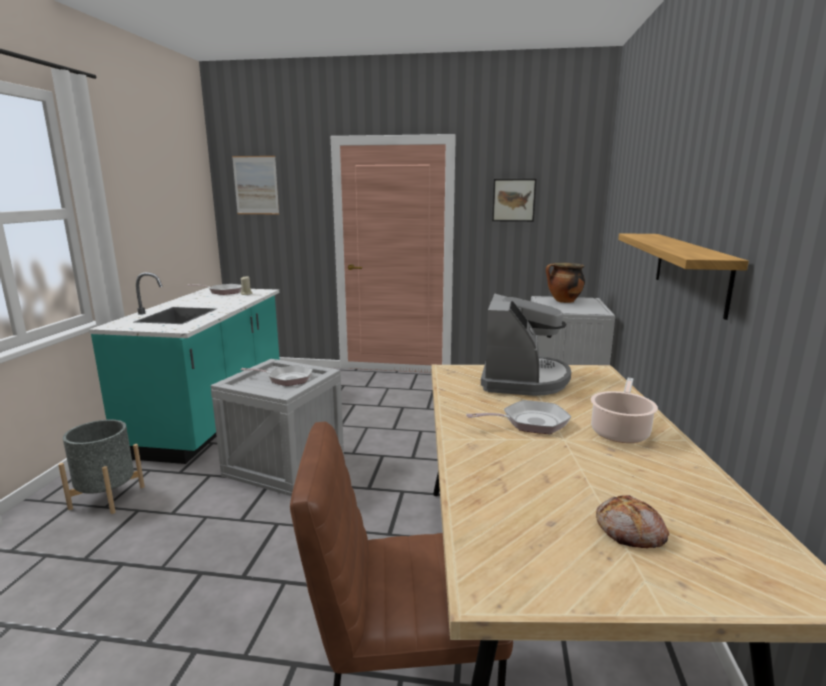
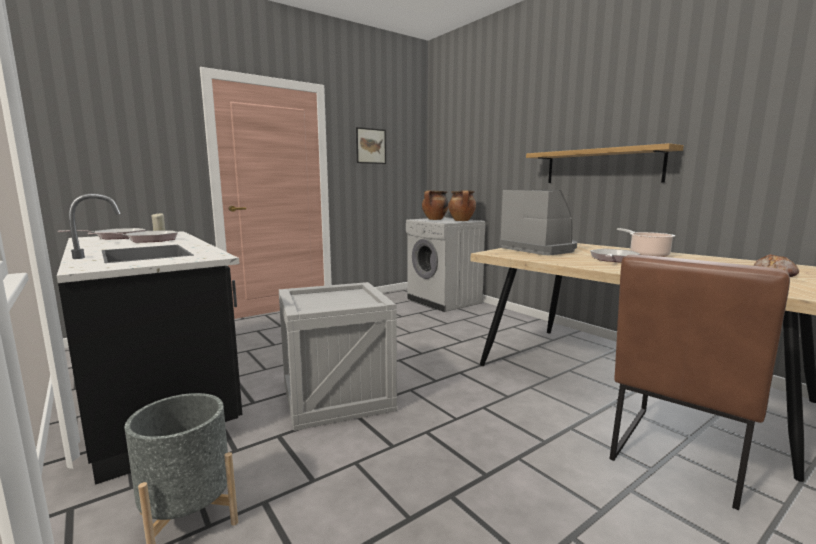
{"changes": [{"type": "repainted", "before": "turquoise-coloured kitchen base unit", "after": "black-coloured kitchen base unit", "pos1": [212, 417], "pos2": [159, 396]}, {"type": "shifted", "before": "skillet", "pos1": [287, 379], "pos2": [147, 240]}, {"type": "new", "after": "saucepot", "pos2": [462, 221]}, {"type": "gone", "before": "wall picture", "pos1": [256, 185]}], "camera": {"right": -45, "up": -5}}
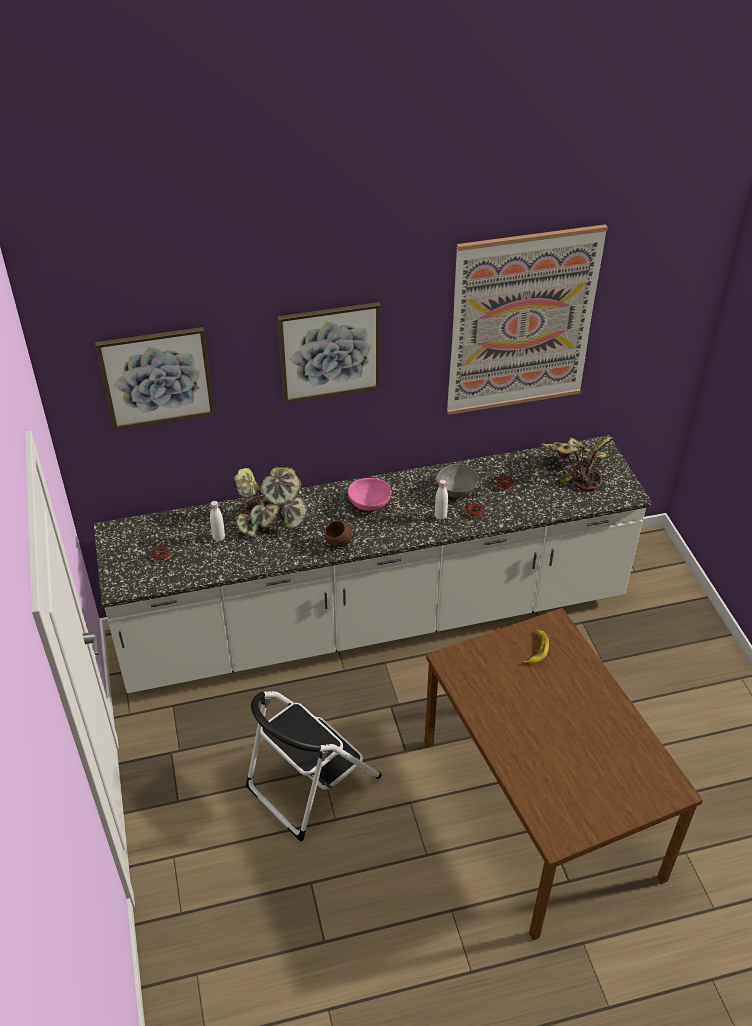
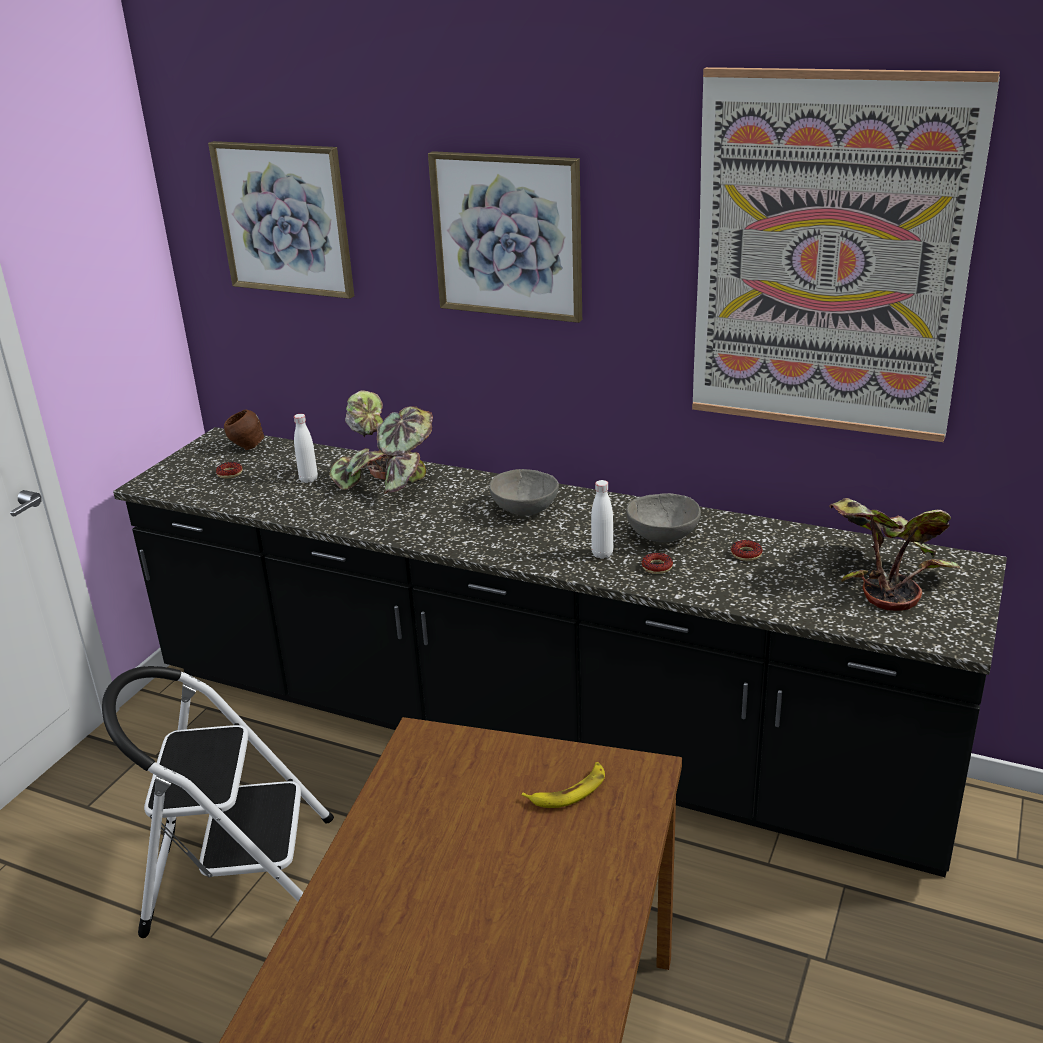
{"changes": [{"type": "repainted", "before": "white kitchen base unit", "after": "black-coloured kitchen base unit", "pos1": [375, 621], "pos2": [531, 734]}, {"type": "shifted", "before": "brown bowl", "pos1": [339, 544], "pos2": [247, 447]}, {"type": "repainted", "before": "pinkish bowl", "after": "grey bowl", "pos1": [368, 504], "pos2": [523, 509]}], "camera": {"right": 40, "up": -15}}
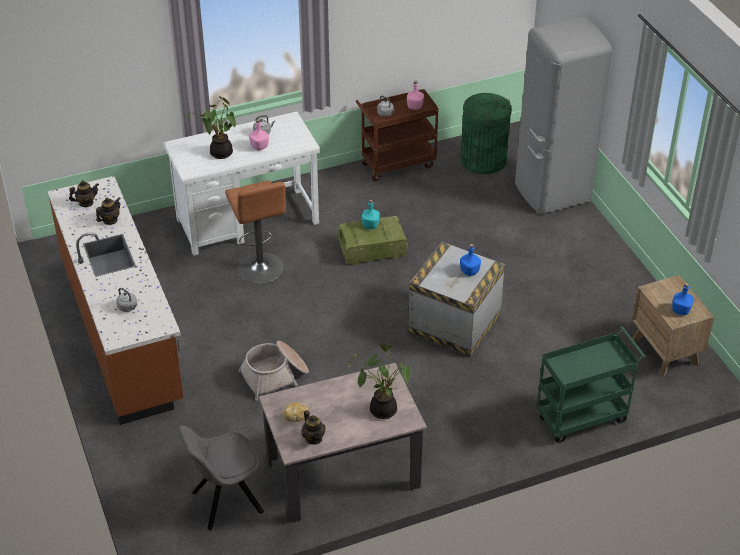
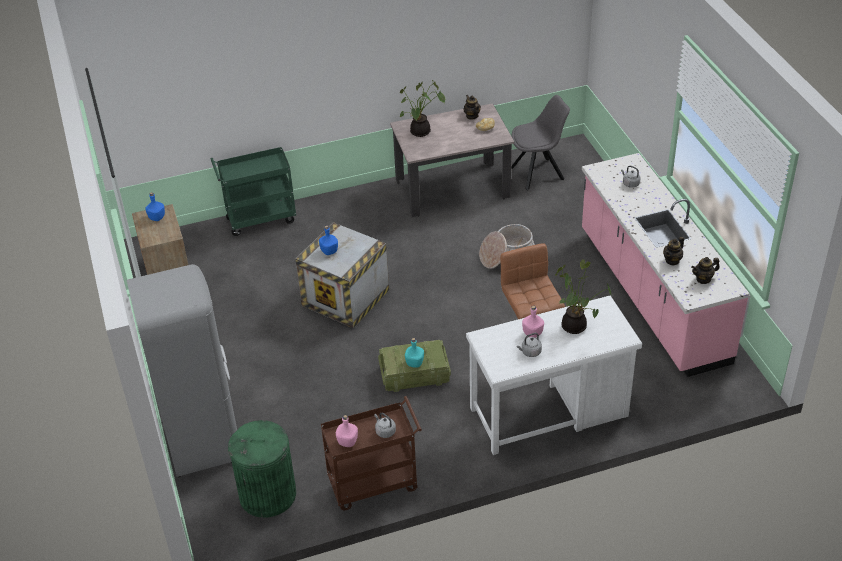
{"changes": [{"type": "repainted", "before": "brown kitchen base unit", "after": "pinkish kitchen base unit", "pos1": [122, 331], "pos2": [651, 296]}], "camera": {"right": -175, "up": 0}}
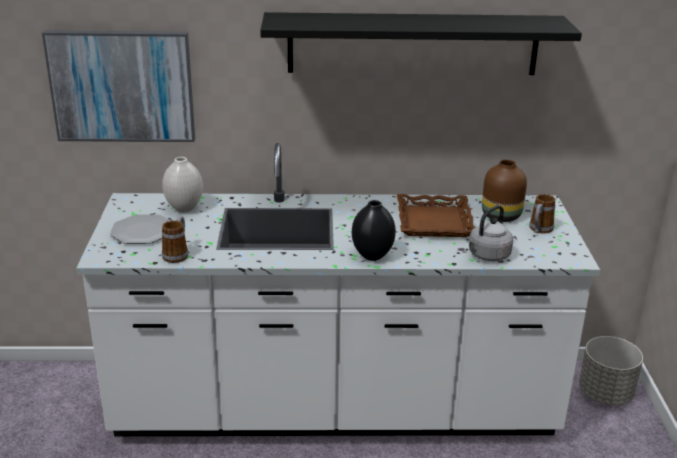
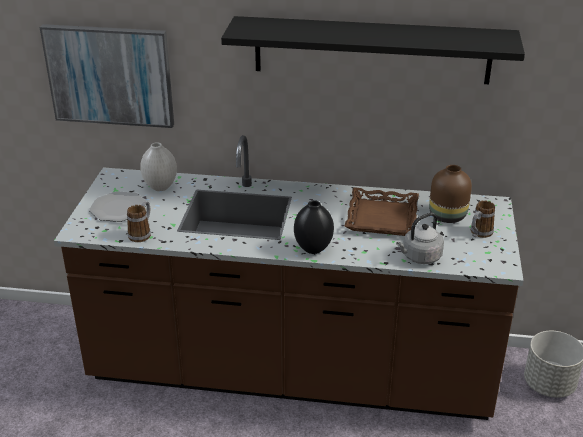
{"changes": [{"type": "repainted", "before": "white kitchen base unit", "after": "brown kitchen base unit", "pos1": [334, 408], "pos2": [291, 372]}], "camera": {"right": 10, "up": 5}}
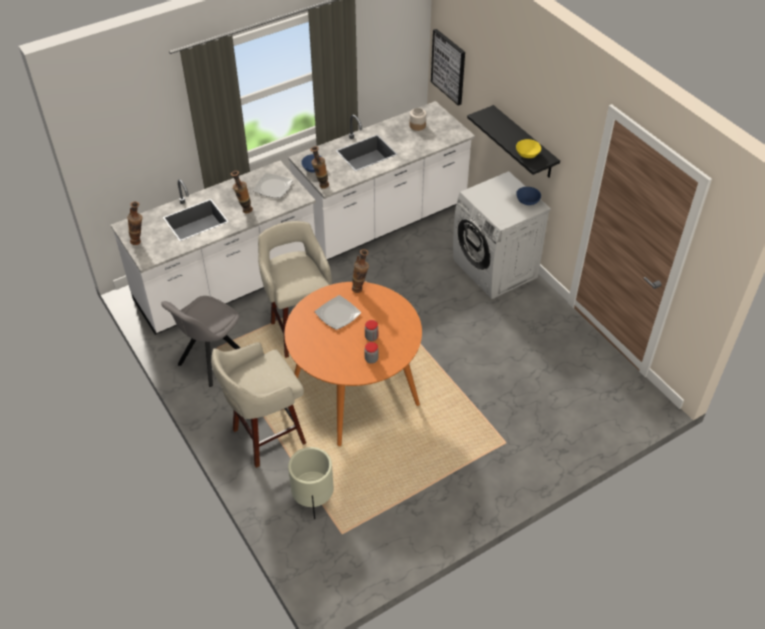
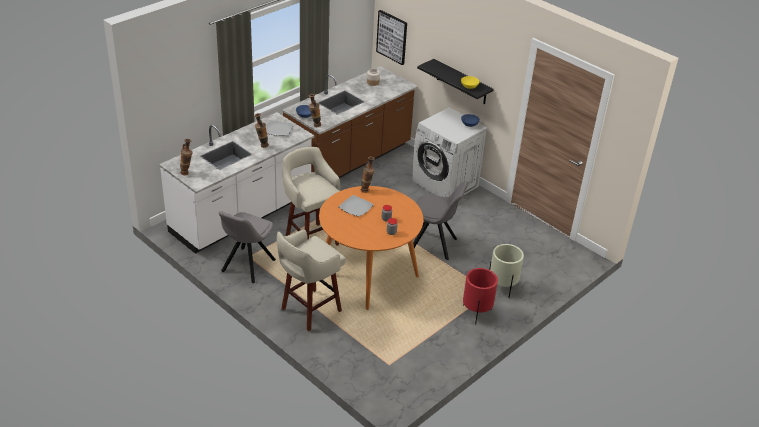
{"changes": [{"type": "repainted", "before": "white kitchen base unit", "after": "brown kitchen base unit", "pos1": [382, 220], "pos2": [349, 160]}, {"type": "new", "after": "grey chair", "pos2": [433, 244]}, {"type": "new", "after": "red-coloured plant pot", "pos2": [476, 313]}, {"type": "shifted", "before": "beige plant pot", "pos1": [313, 500], "pos2": [502, 288]}], "camera": {"right": -15, "up": -10}}
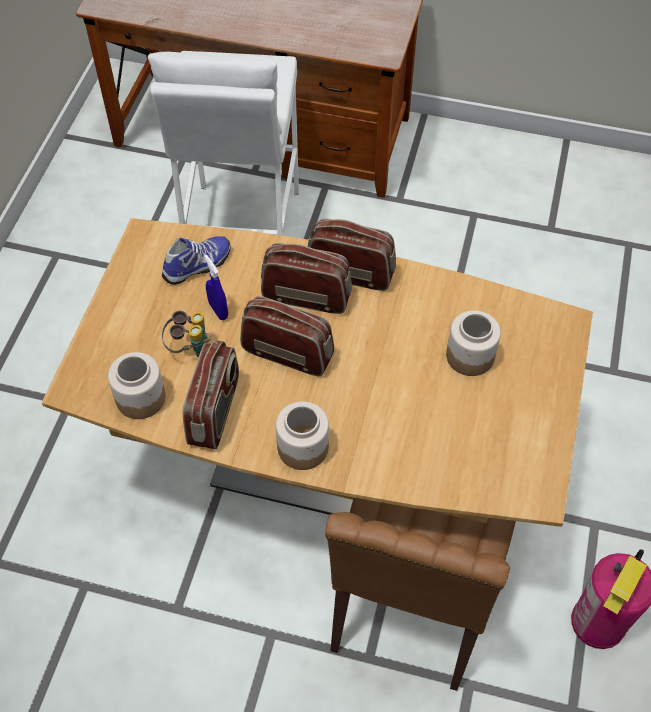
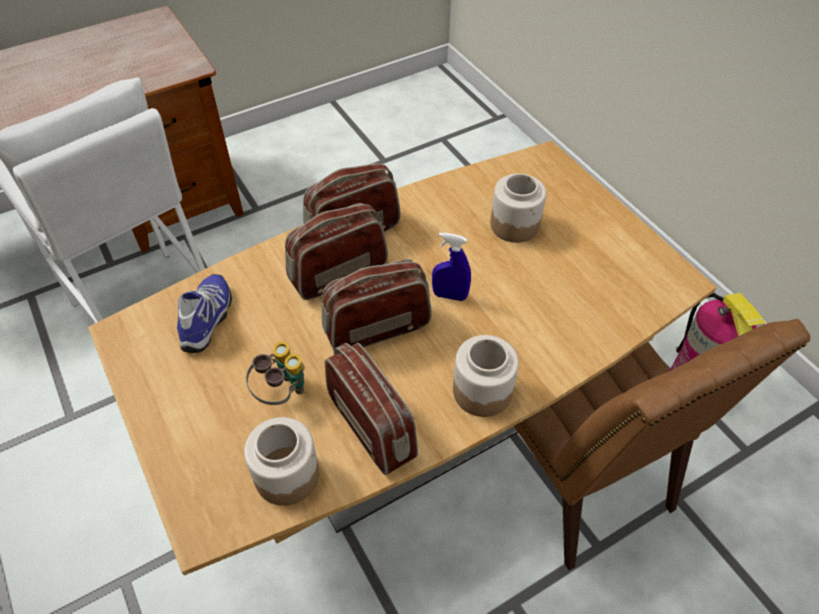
{"changes": [{"type": "shifted", "before": "blue-coloured sprayer", "pos1": [218, 310], "pos2": [450, 295]}], "camera": {"right": -45, "up": -5}}
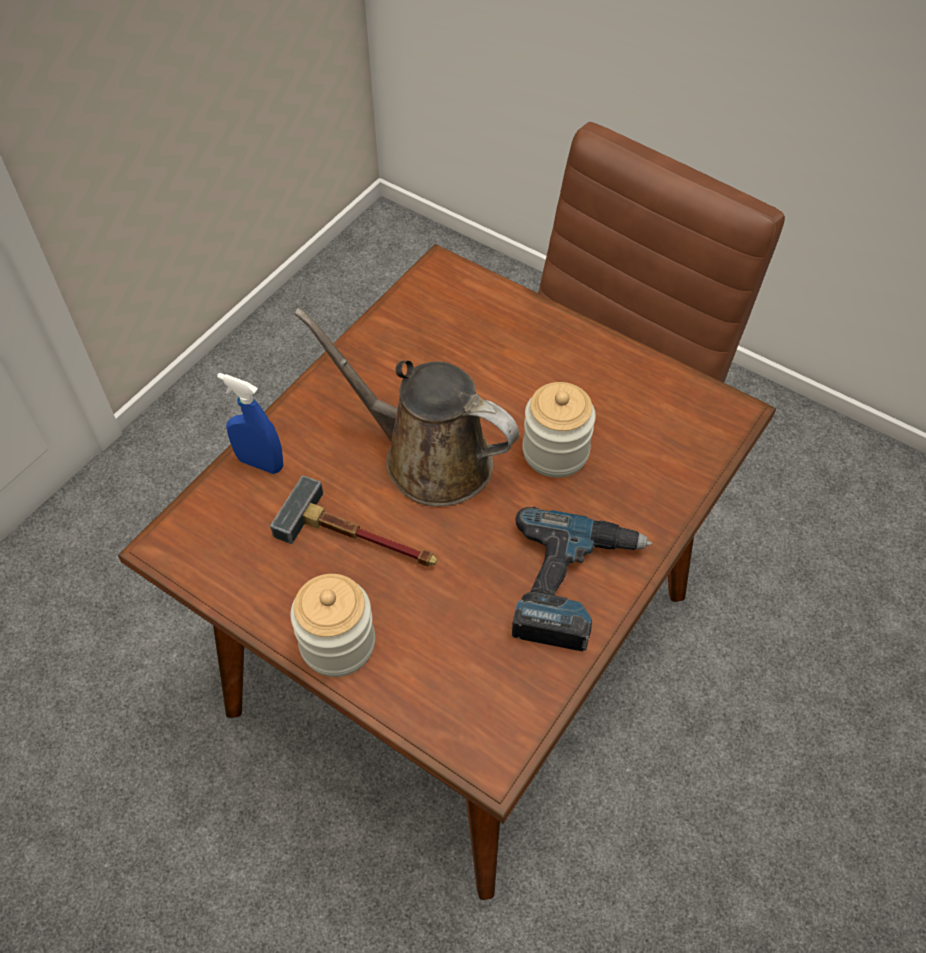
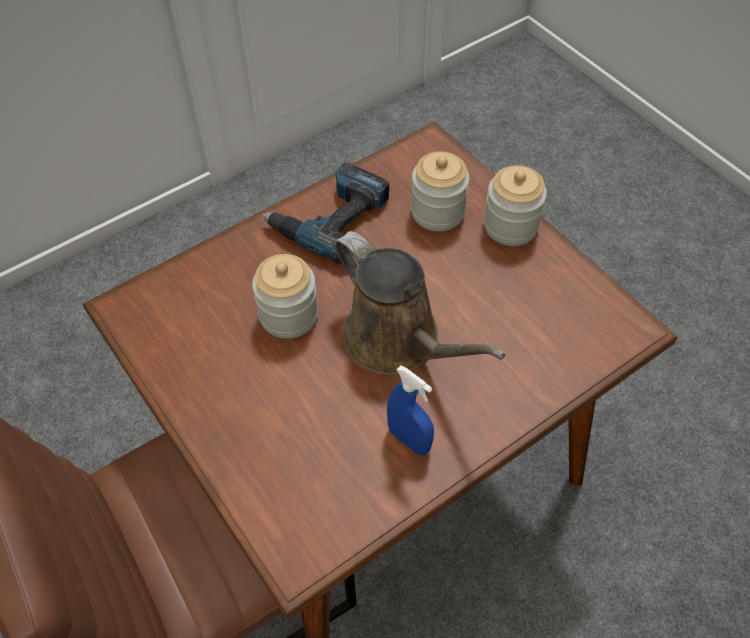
{"changes": [{"type": "shifted", "before": "blue-coloured sprayer", "pos1": [260, 463], "pos2": [409, 439]}, {"type": "new", "after": "jar", "pos2": [437, 212]}, {"type": "gone", "before": "hand hammer", "pos1": [361, 539]}], "camera": {"right": -160, "up": 0}}
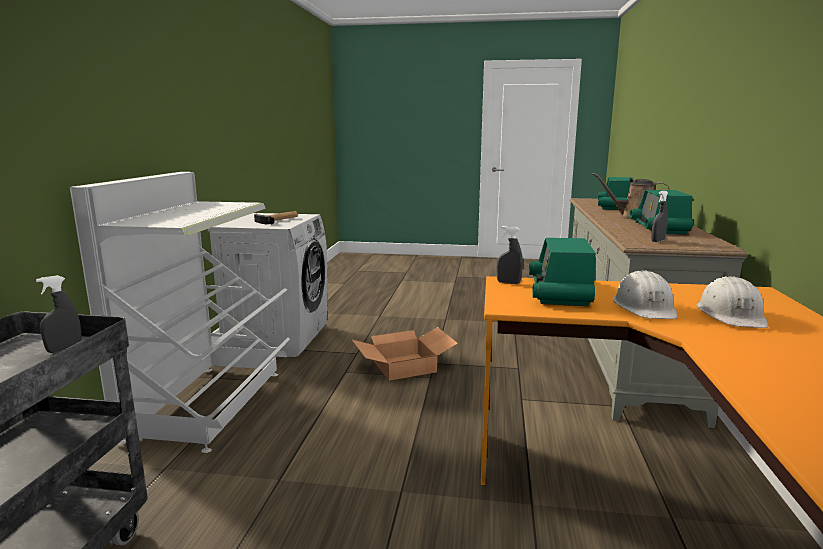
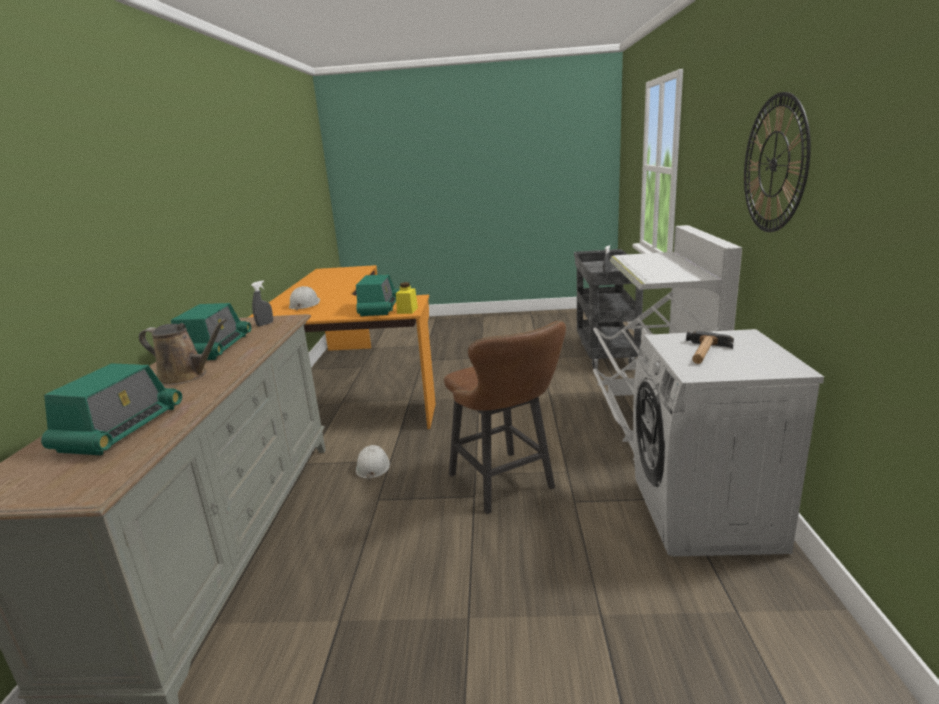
{"changes": [{"type": "shifted", "before": "white safety helmet", "pos1": [644, 307], "pos2": [373, 466]}, {"type": "swapped", "before": "grey sprayer", "after": "yellow-coloured jar", "pos1": [508, 283], "pos2": [407, 310]}, {"type": "swapped", "before": "packing box", "after": "brown stool seat", "pos1": [404, 366], "pos2": [507, 487]}, {"type": "new", "after": "wall clock", "pos2": [774, 164]}], "camera": {"right": 175, "up": 5}}
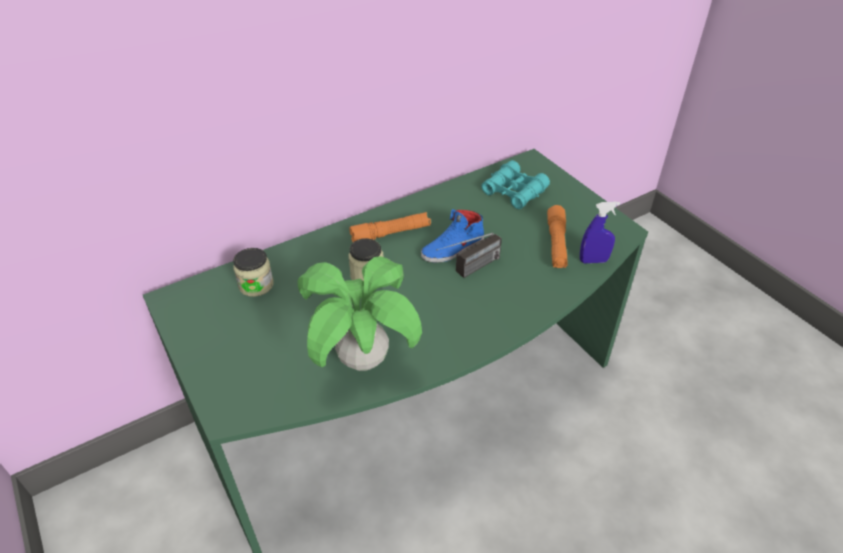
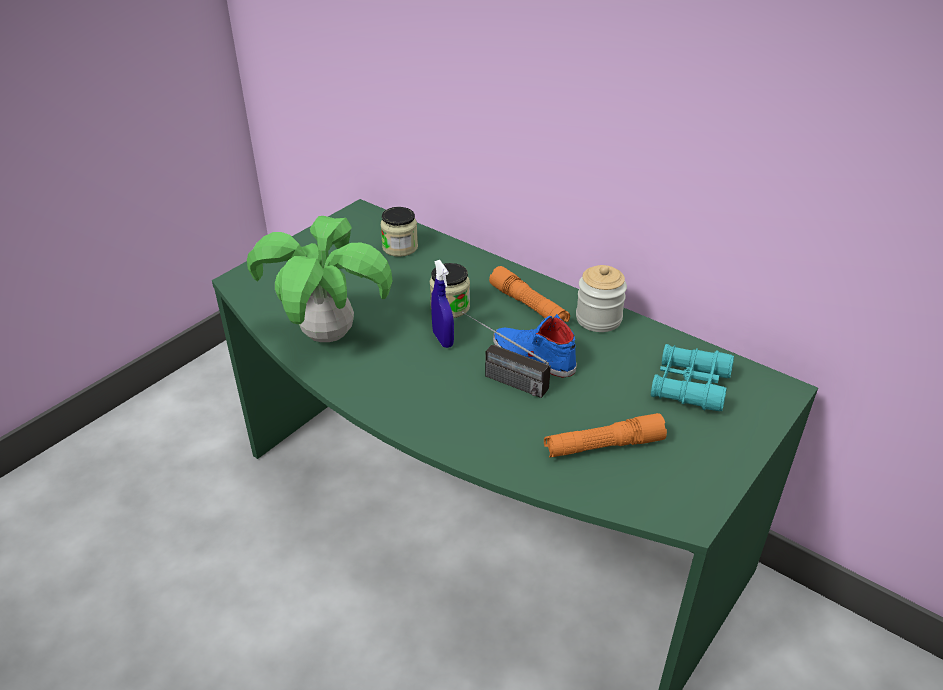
{"changes": [{"type": "shifted", "before": "blue-coloured sprayer", "pos1": [593, 261], "pos2": [443, 339]}, {"type": "new", "after": "jar", "pos2": [598, 319]}], "camera": {"right": 70, "up": -5}}
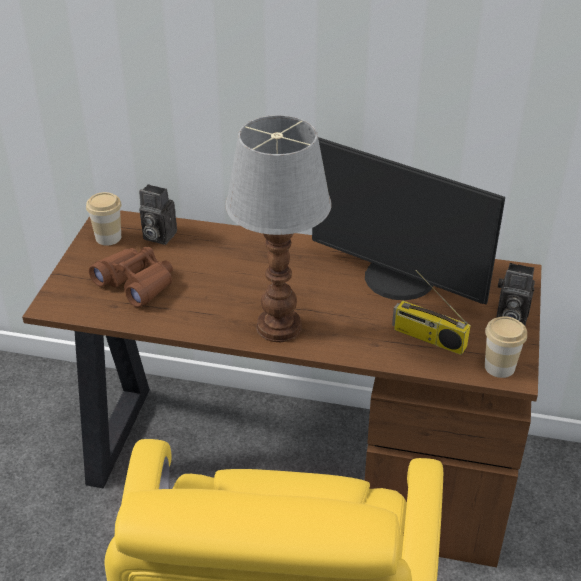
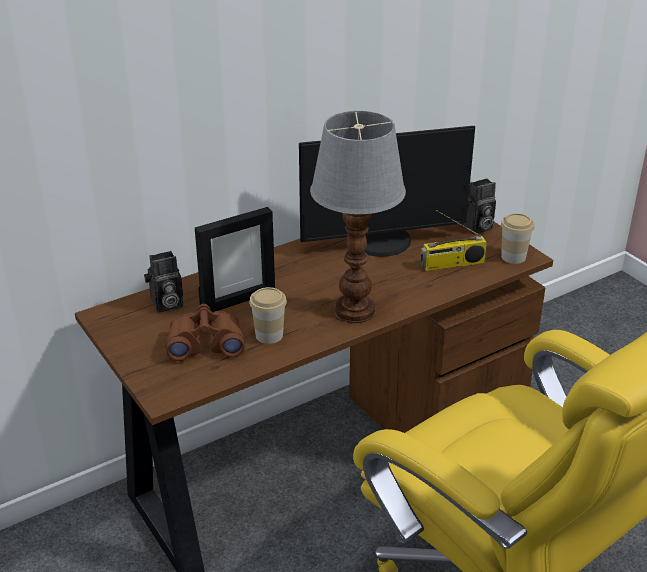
{"changes": [{"type": "new", "after": "photo frame", "pos2": [238, 299]}, {"type": "shifted", "before": "cup", "pos1": [108, 237], "pos2": [269, 335]}], "camera": {"right": -45, "up": -5}}
